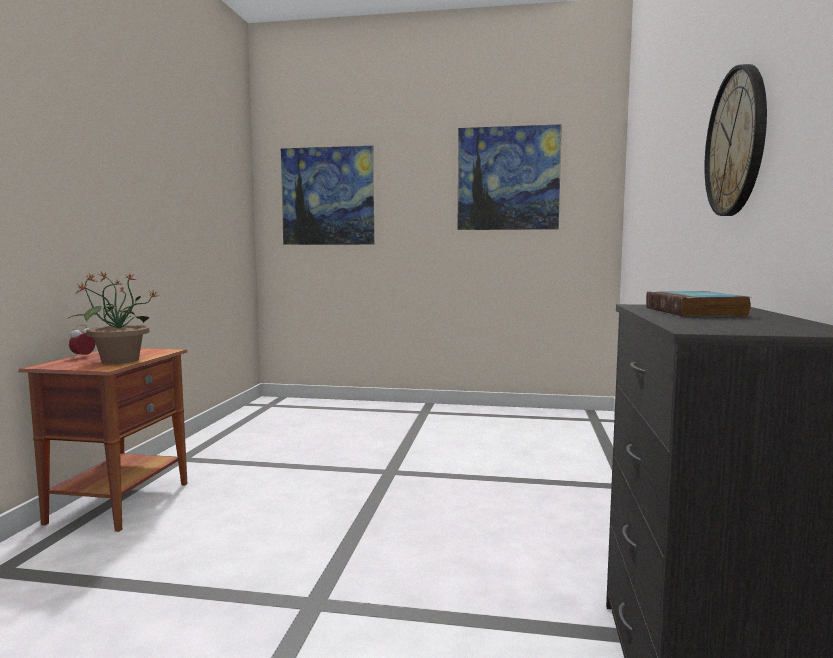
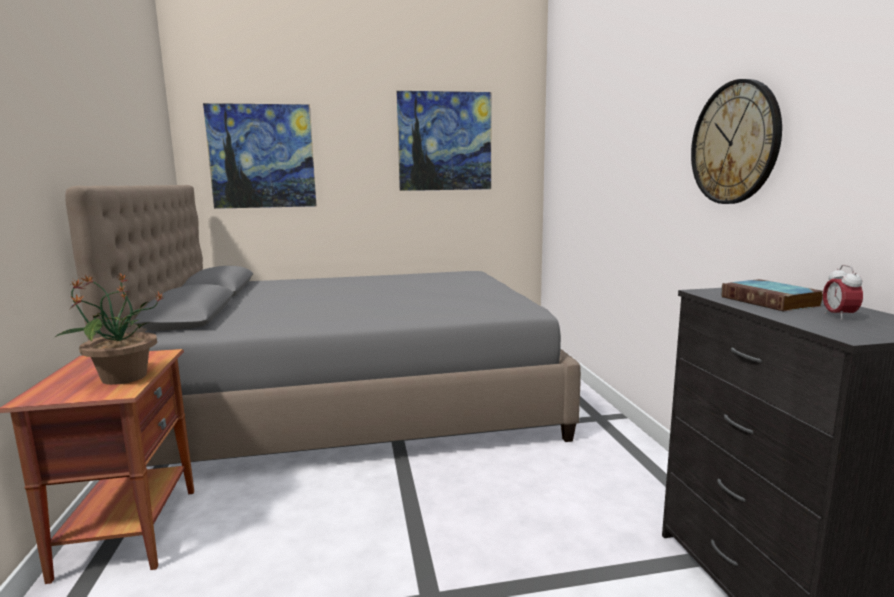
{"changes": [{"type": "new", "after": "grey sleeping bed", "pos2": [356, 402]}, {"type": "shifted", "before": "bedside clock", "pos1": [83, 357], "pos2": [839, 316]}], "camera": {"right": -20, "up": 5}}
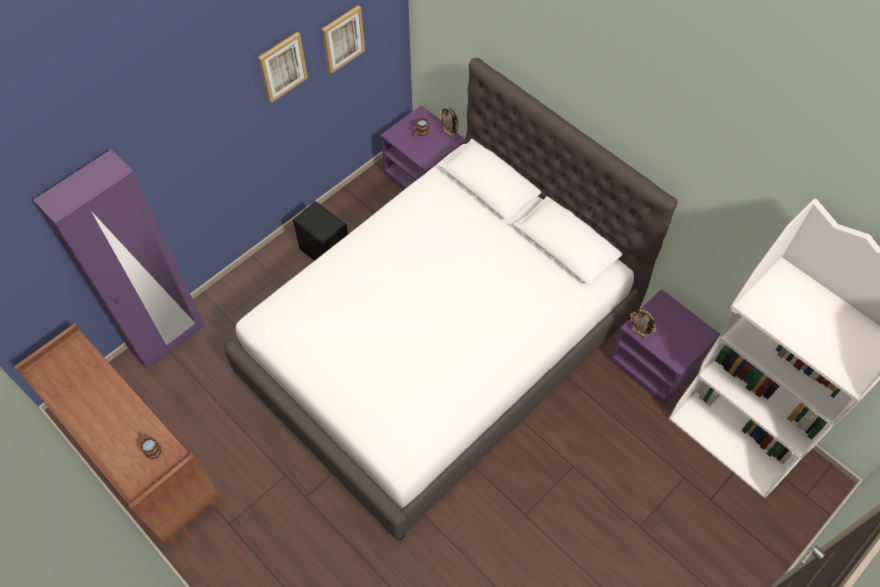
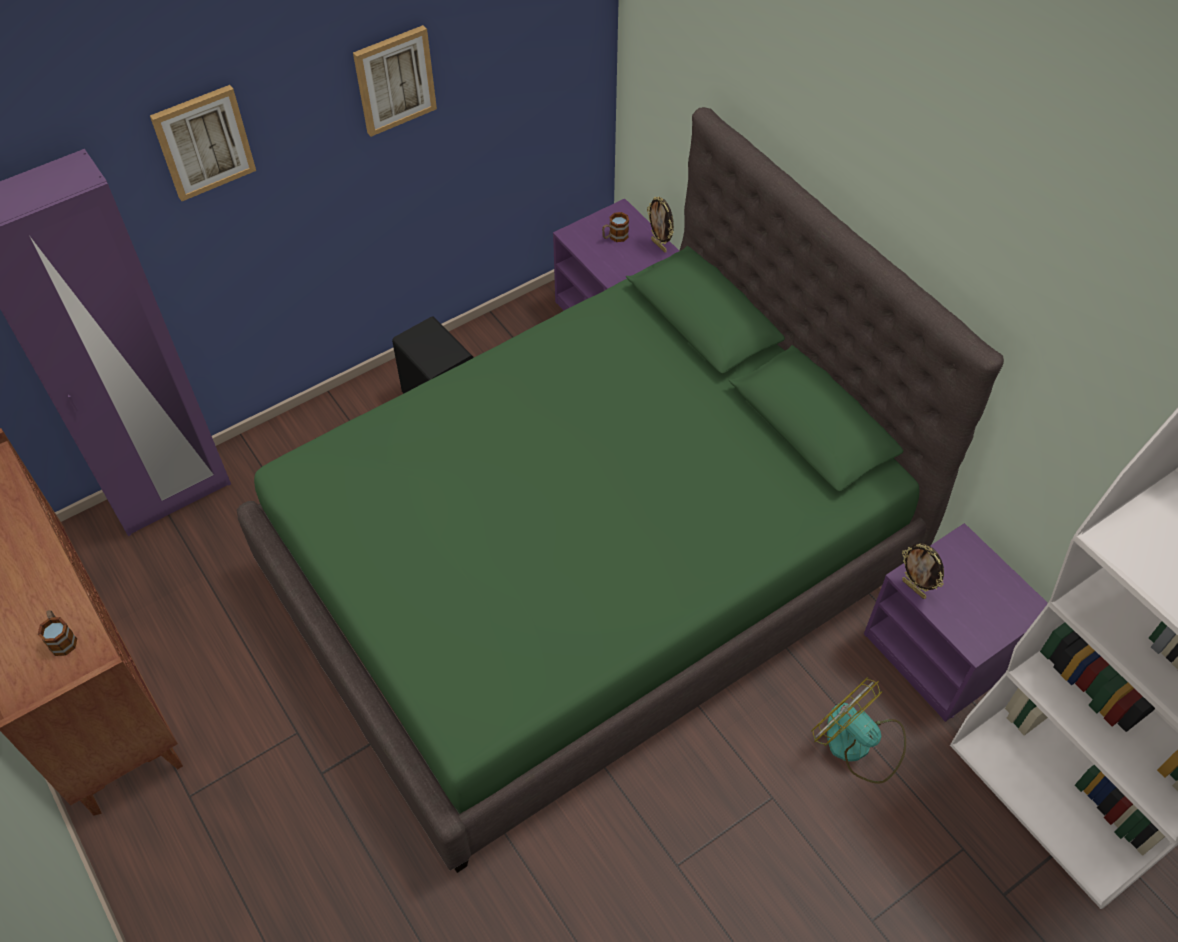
{"changes": [{"type": "shifted", "before": "wall picture", "pos1": [342, 39], "pos2": [203, 142]}, {"type": "repainted", "before": "white sleeping bed", "after": "green-coloured sleeping bed", "pos1": [441, 345], "pos2": [591, 568]}, {"type": "new", "after": "fan", "pos2": [858, 744]}], "camera": {"right": 10, "up": -5}}
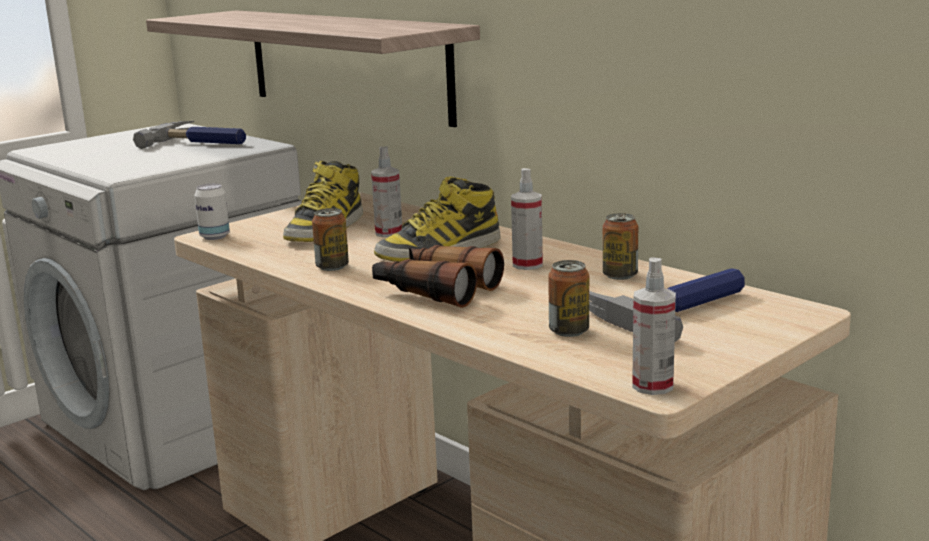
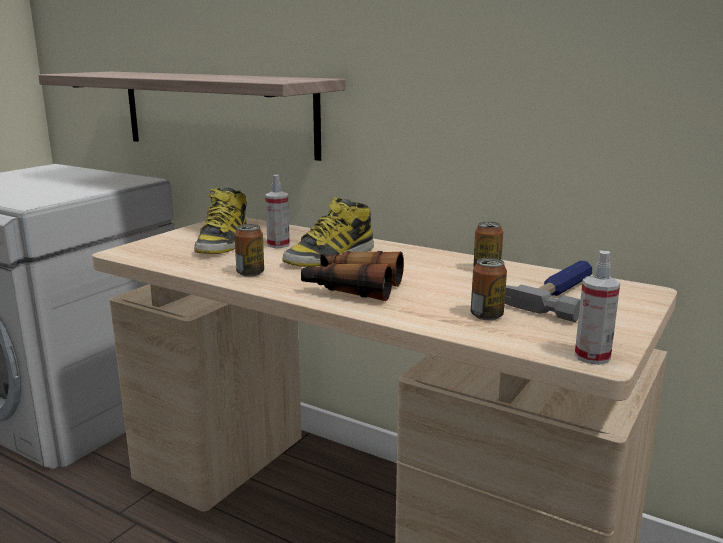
{"changes": [{"type": "gone", "before": "hand hammer", "pos1": [202, 142]}, {"type": "gone", "before": "can", "pos1": [214, 237]}, {"type": "gone", "before": "sprayer", "pos1": [527, 265]}], "camera": {"right": -15, "up": 0}}
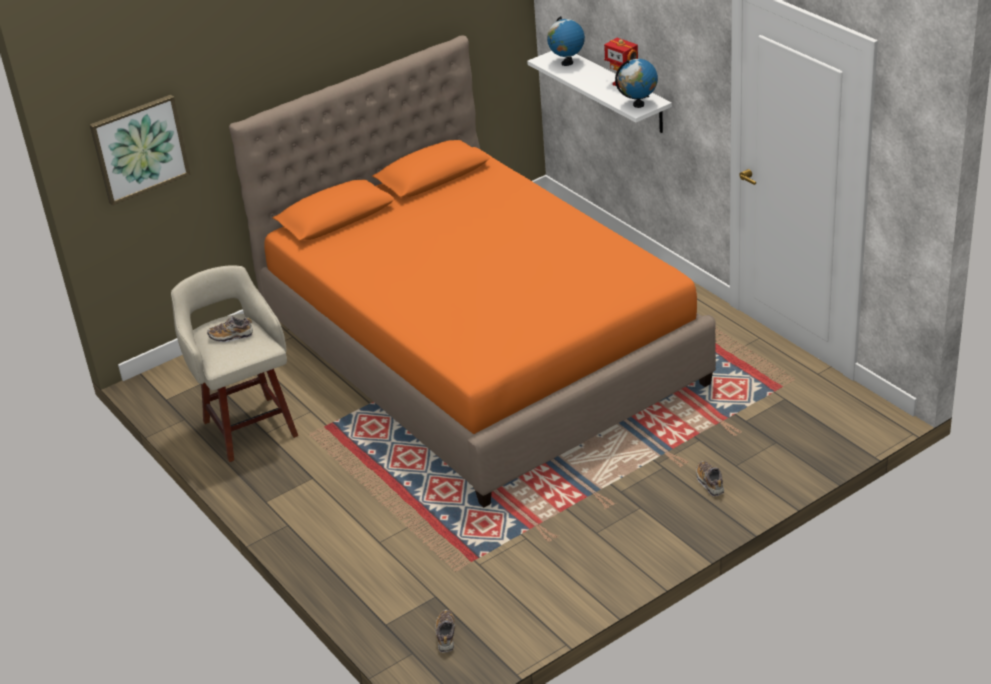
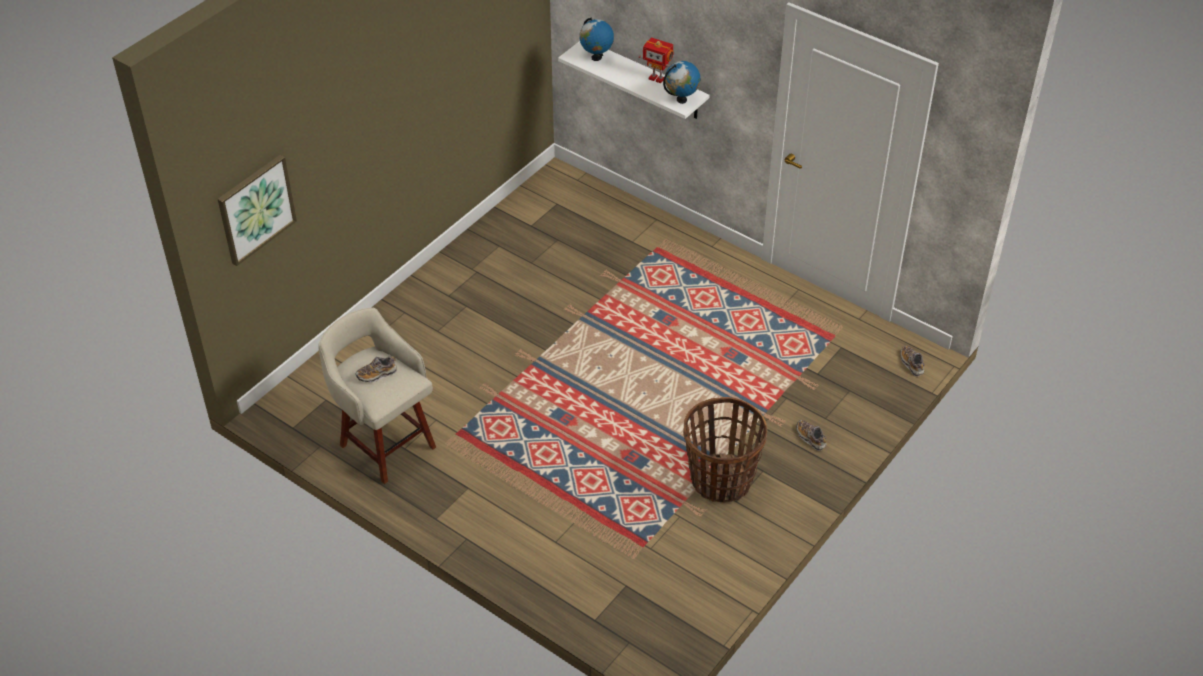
{"changes": [{"type": "new", "after": "storage basket", "pos2": [721, 480]}, {"type": "shifted", "before": "item of footwear", "pos1": [446, 635], "pos2": [911, 364]}, {"type": "gone", "before": "orangey sleeping bed", "pos1": [480, 351]}], "camera": {"right": -20, "up": 10}}
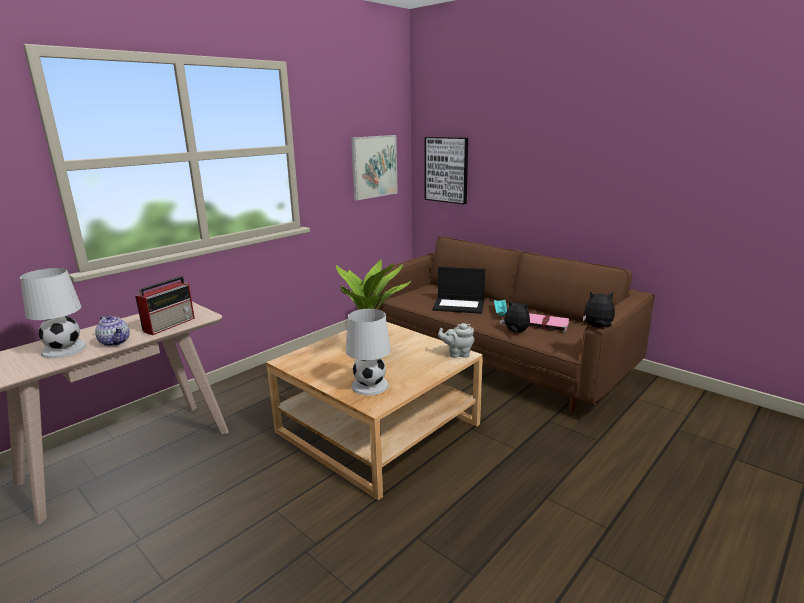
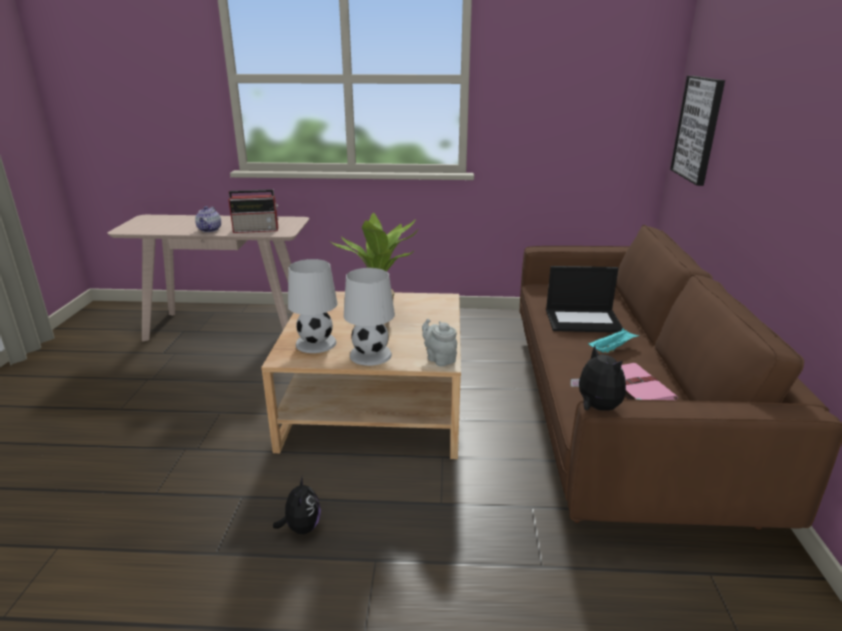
{"changes": [{"type": "shifted", "before": "soft toy", "pos1": [515, 332], "pos2": [301, 527]}, {"type": "shifted", "before": "white tabletop lamp", "pos1": [64, 349], "pos2": [370, 354]}, {"type": "rotated", "before": "portable computer", "pos1": [459, 305], "pos2": [583, 320], "turn": -60}, {"type": "gone", "before": "wall picture", "pos1": [374, 166]}], "camera": {"right": 50, "up": 5}}
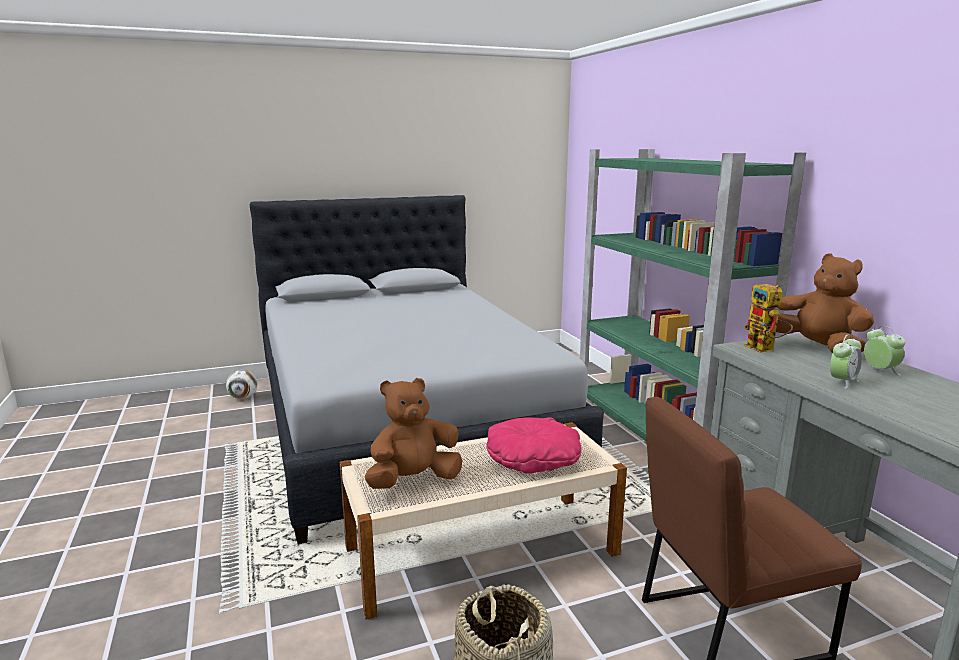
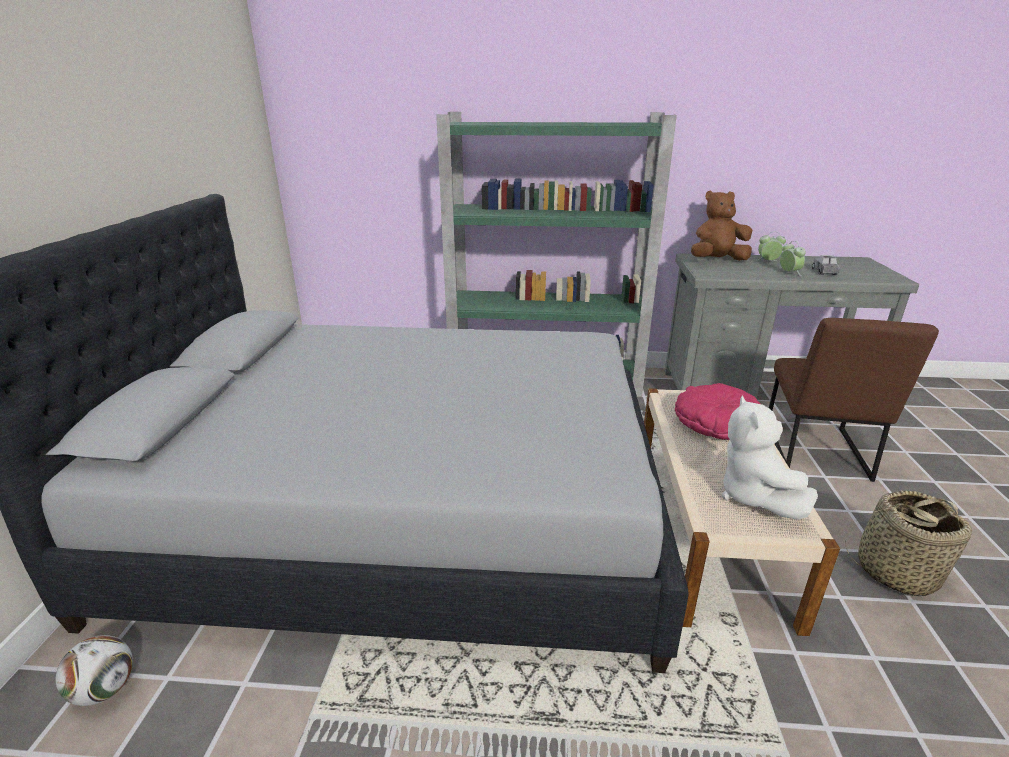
{"changes": [{"type": "repainted", "before": "brown soft toy", "after": "white soft toy", "pos1": [413, 480], "pos2": [753, 496]}, {"type": "new", "after": "model truck", "pos2": [824, 272]}, {"type": "gone", "before": "toy robot", "pos1": [765, 349]}], "camera": {"right": -65, "up": 10}}
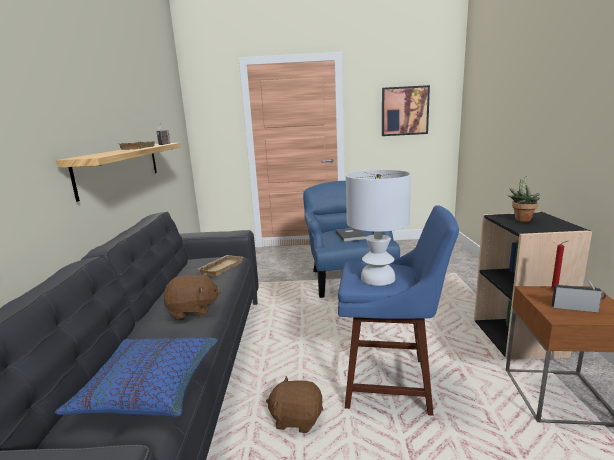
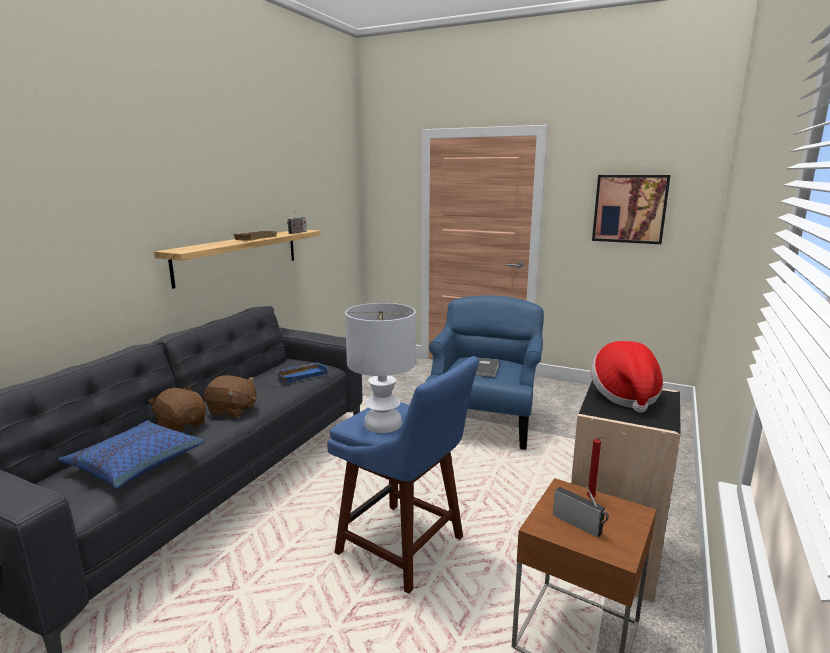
{"changes": [{"type": "shifted", "before": "brown soft toy", "pos1": [296, 418], "pos2": [181, 425]}, {"type": "repainted", "before": "beige carrying tray", "after": "blue-coloured carrying tray", "pos1": [221, 267], "pos2": [302, 375]}, {"type": "swapped", "before": "houseplant", "after": "clothing hat", "pos1": [521, 219], "pos2": [624, 396]}], "camera": {"right": 25, "up": 0}}
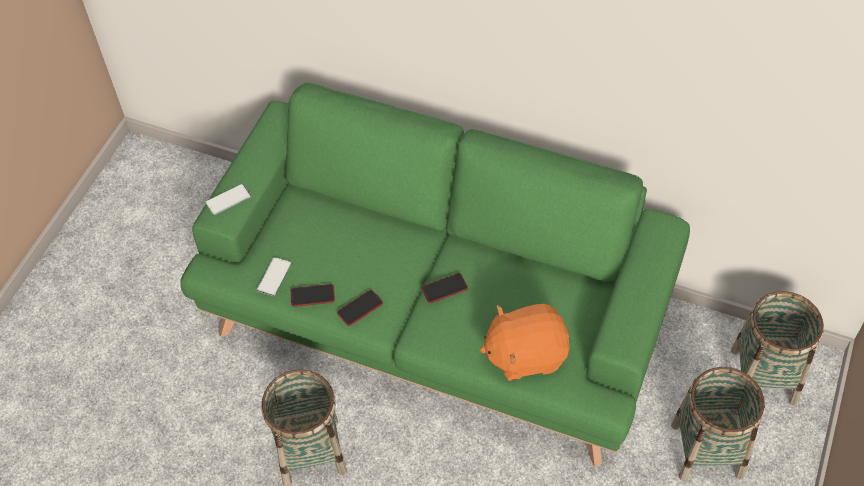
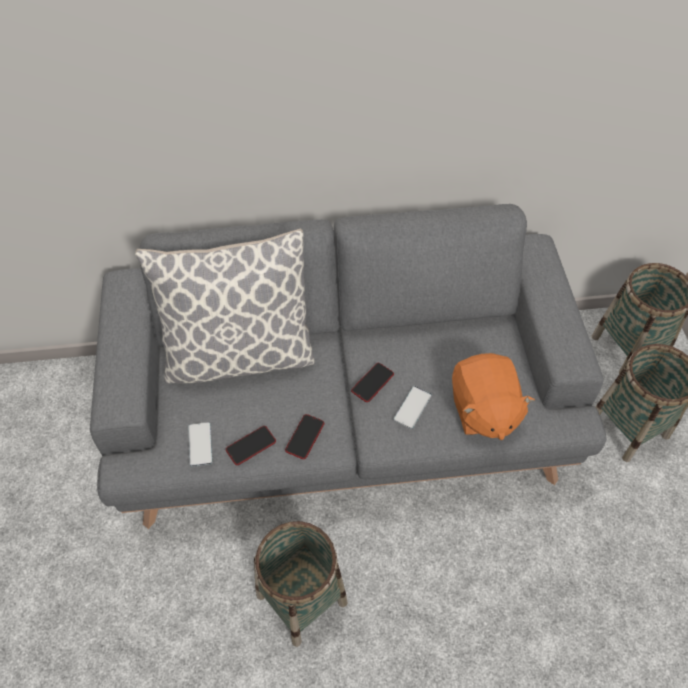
{"changes": [{"type": "repainted", "before": "green-coloured settee", "after": "grey settee", "pos1": [437, 321], "pos2": [345, 420]}, {"type": "new", "after": "cushion", "pos2": [239, 354]}, {"type": "shifted", "before": "phone", "pos1": [228, 199], "pos2": [412, 407]}, {"type": "rotated", "before": "orangey soft toy", "pos1": [525, 354], "pos2": [483, 410], "turn": -60}], "camera": {"right": -30, "up": 0}}
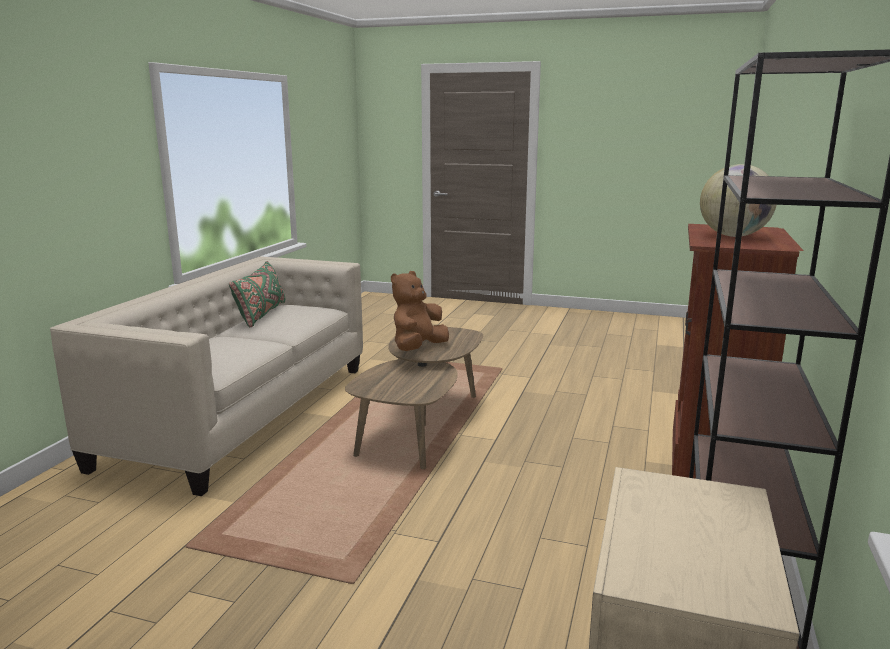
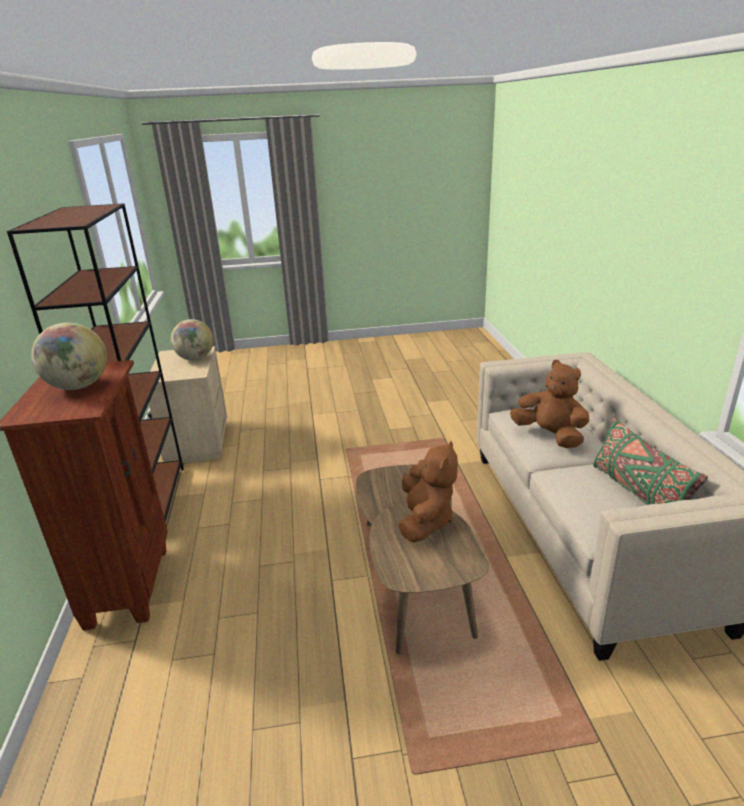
{"changes": [{"type": "new", "after": "globe", "pos2": [195, 358]}, {"type": "new", "after": "brown soft toy", "pos2": [550, 436]}], "camera": {"right": 155, "up": 10}}
